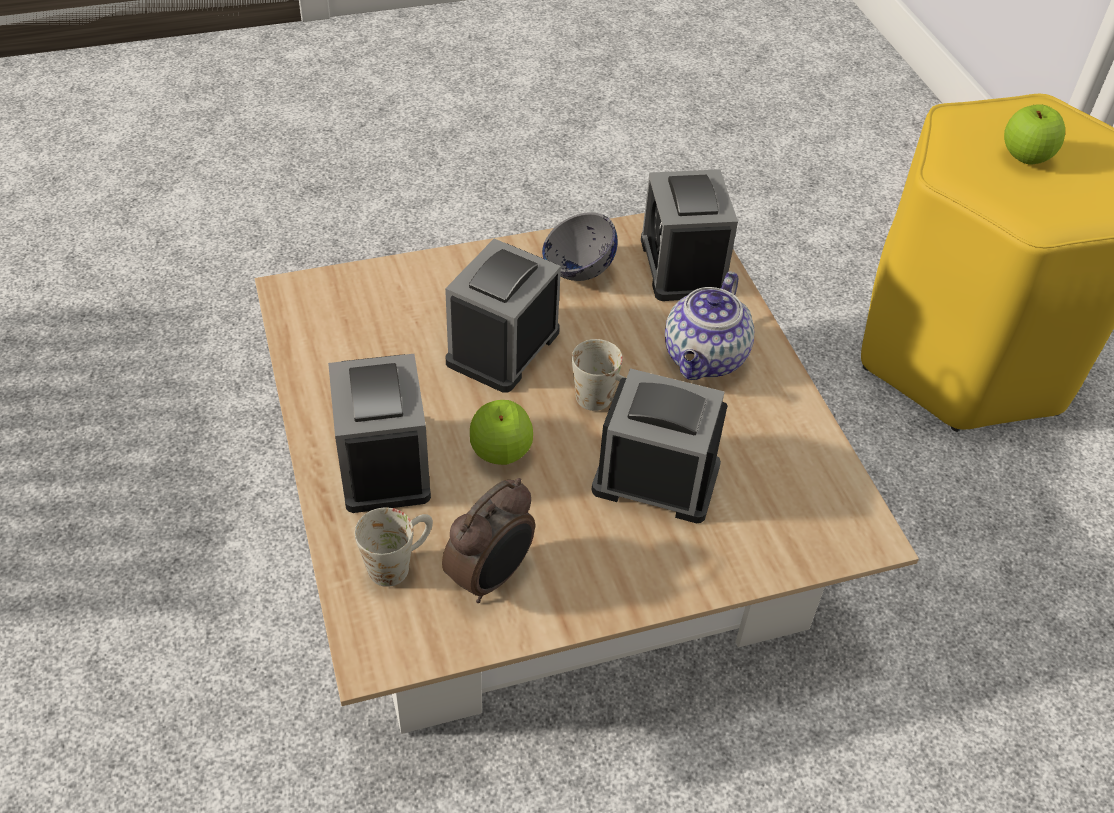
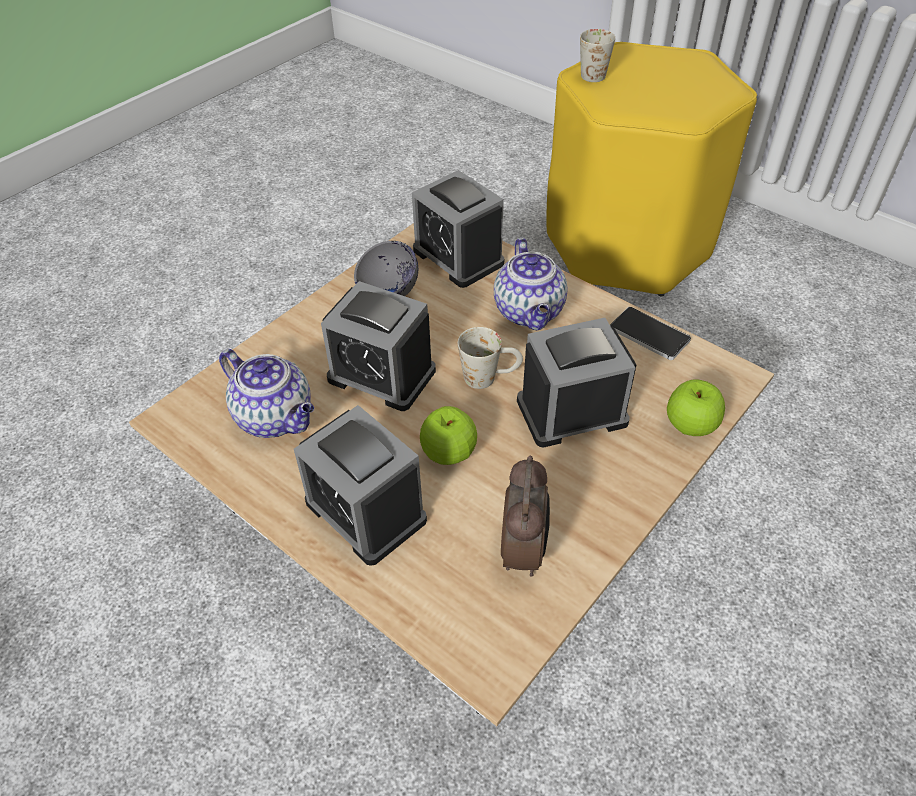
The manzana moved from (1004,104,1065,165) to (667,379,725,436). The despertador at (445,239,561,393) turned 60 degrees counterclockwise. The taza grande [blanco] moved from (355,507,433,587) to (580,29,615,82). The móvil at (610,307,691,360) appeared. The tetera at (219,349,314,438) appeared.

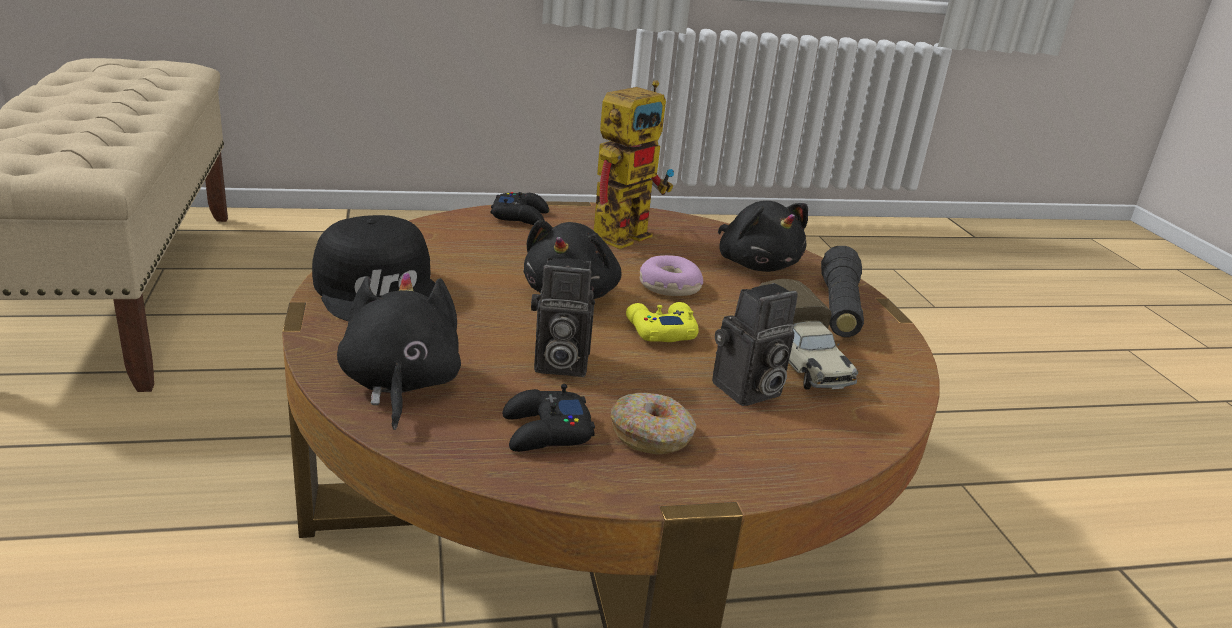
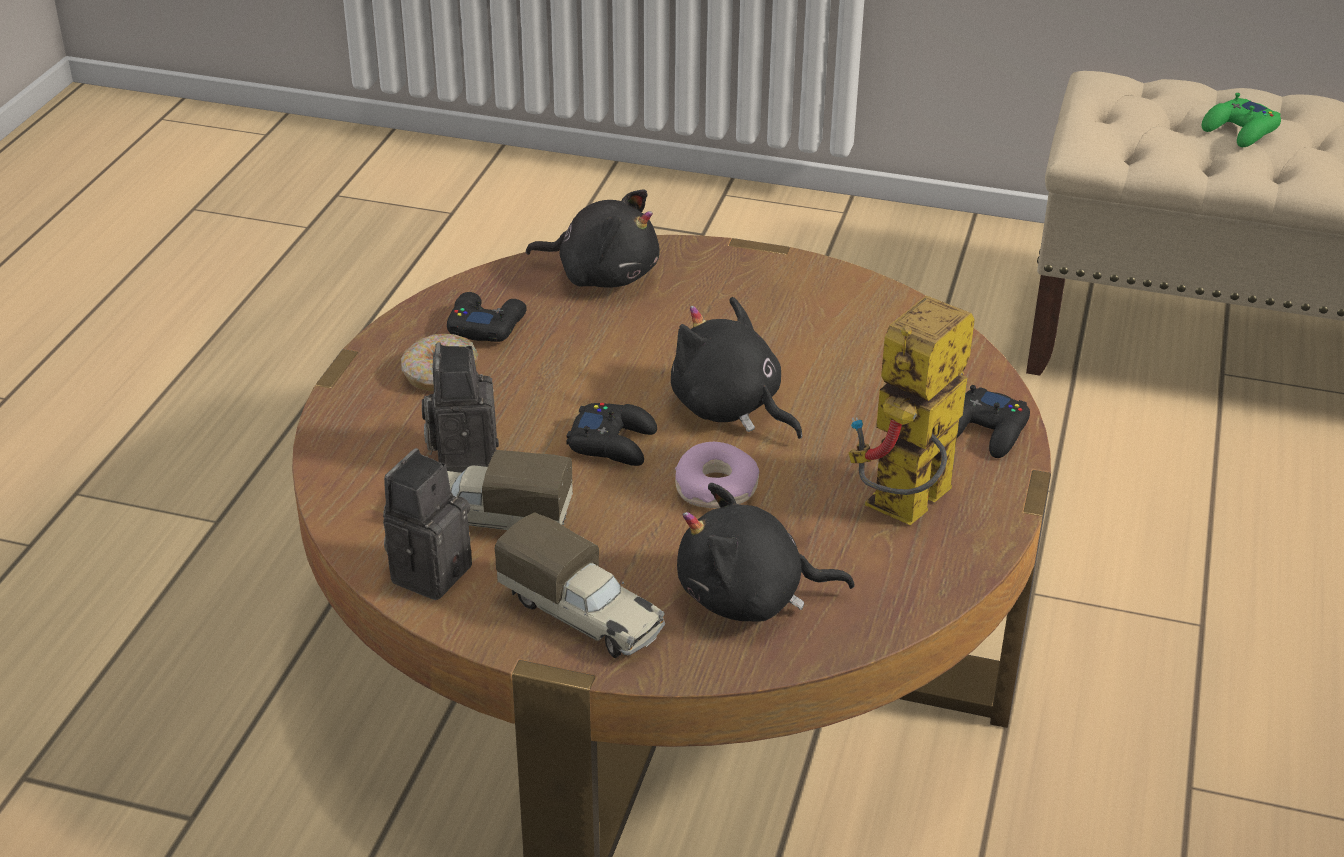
The robot de juguete at (594,80,674,249) turned 60 degrees clockwise. The gorra [negro] at (312,215,435,321) disappeared. The linterna [negro] at (821,246,864,337) was replaced by the camión de juguete at (495,512,665,658). The cámara moved from (531,258,595,377) to (383,448,472,600). The mando de consola [amarillo] at (626,302,699,342) became the mando de consola [negro] at (566,403,657,466). The mando de consola [verde] at (1201,93,1281,147) appeared.

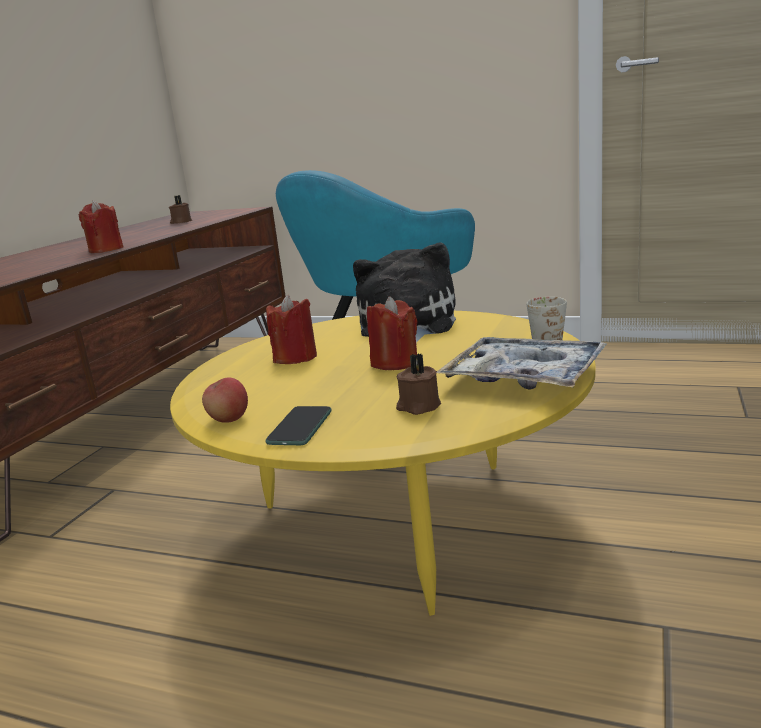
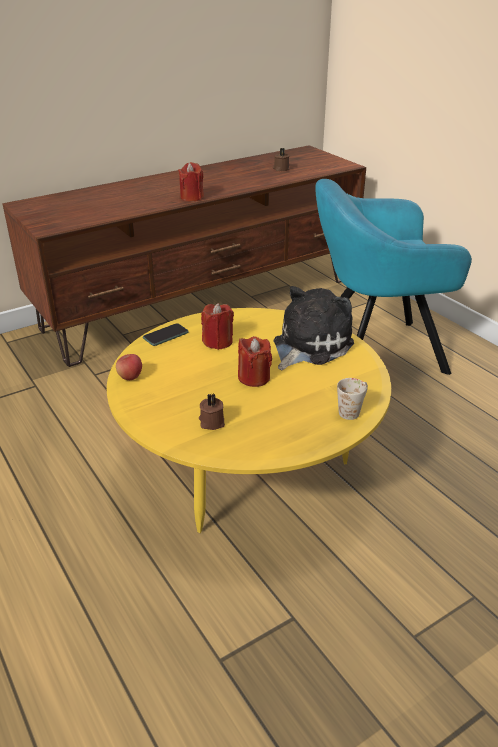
The bandeja at (437,337,607,390) disappeared. The móvil moved from (266,406,331,445) to (143,323,189,346).

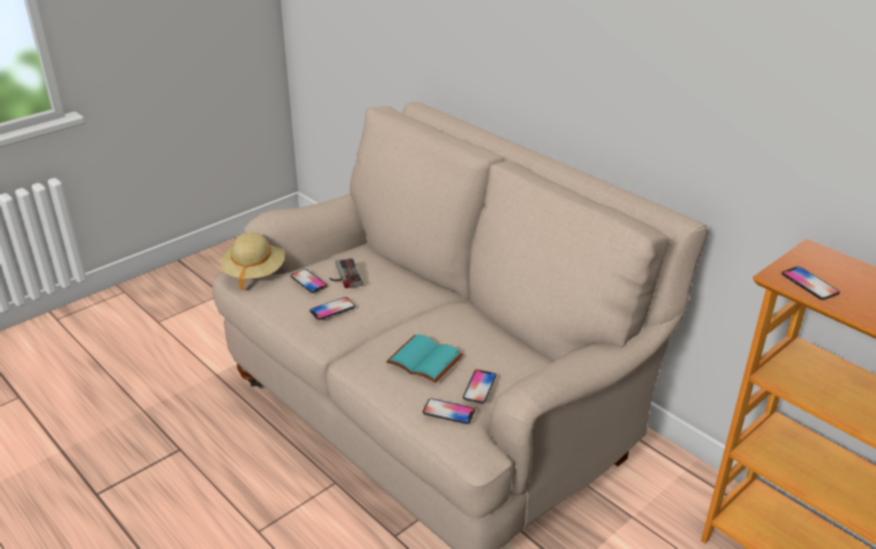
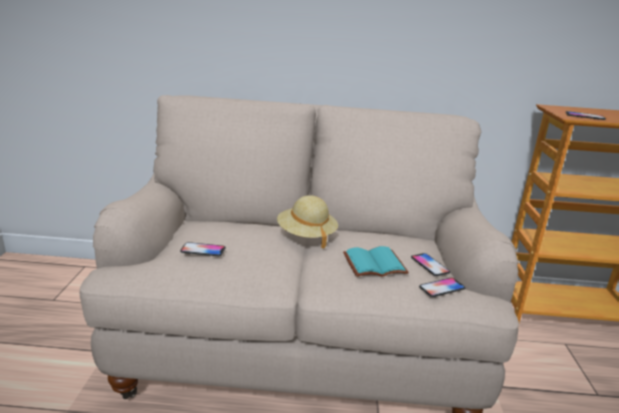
The sombrero [beis] moved from (220,232,285,291) to (277,195,338,249). The mando de consola at (329,258,363,288) disappeared. The móvil at (310,297,355,320) disappeared.

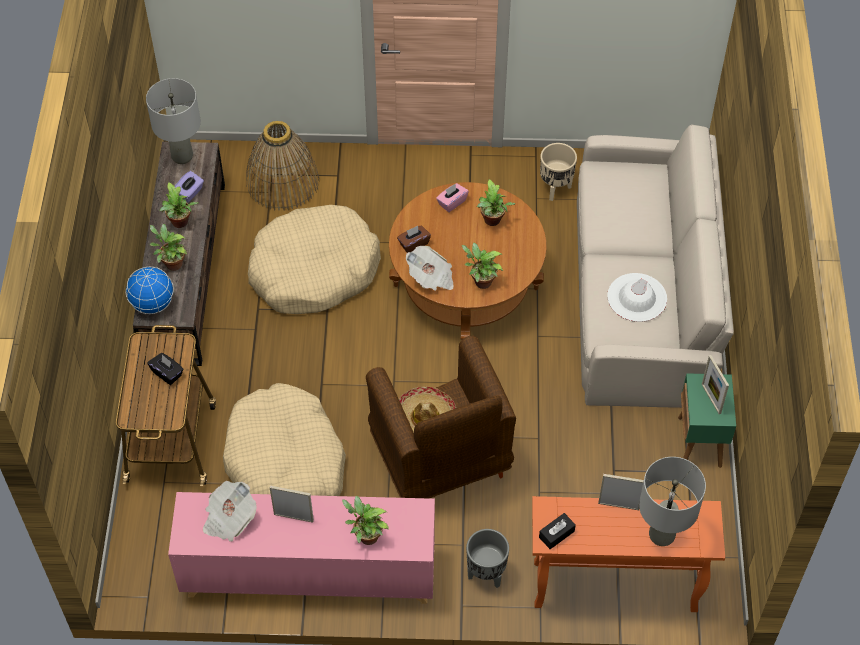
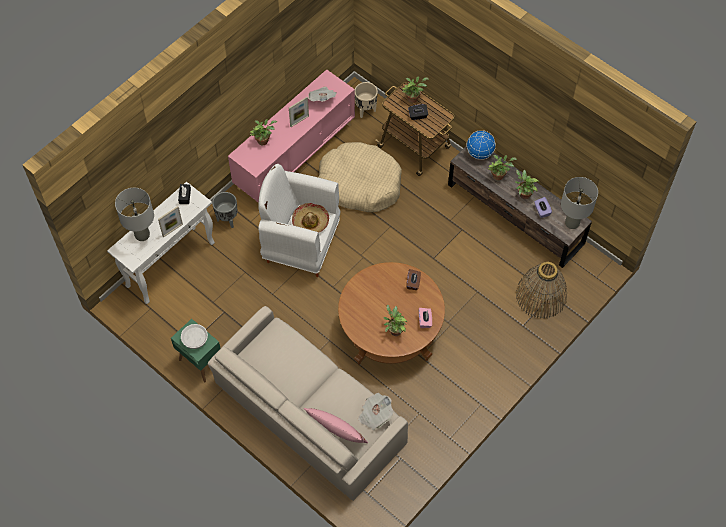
The maceta [beis] moved from (540,143,577,201) to (355,82,378,118). The cama para perro [beis] at (248,205,381,314) disappeared. The planta en maceta moved from (462,243,503,289) to (402,77,429,103). The periódico moved from (406,246,453,291) to (358,393,393,430). The sombrero [blanco] at (607,273,667,322) disappeared. The sillón [marrón] at (366,336,516,498) became the sillón [blanco] at (258,164,340,277). The portarretratos at (702,355,729,414) was replaced by the cuenco [blanco] at (181,324,208,349). The mesa consola [naranja] at (532,496,725,612) became the mesa consola [blanco] at (107,182,215,304). The cojín [rosa] at (304,408,368,443) appeared.

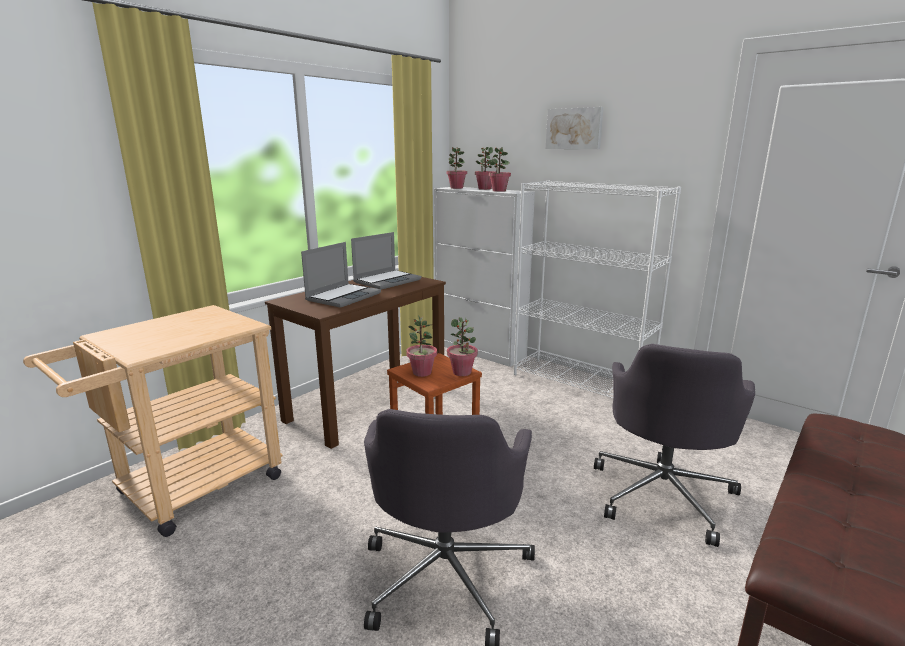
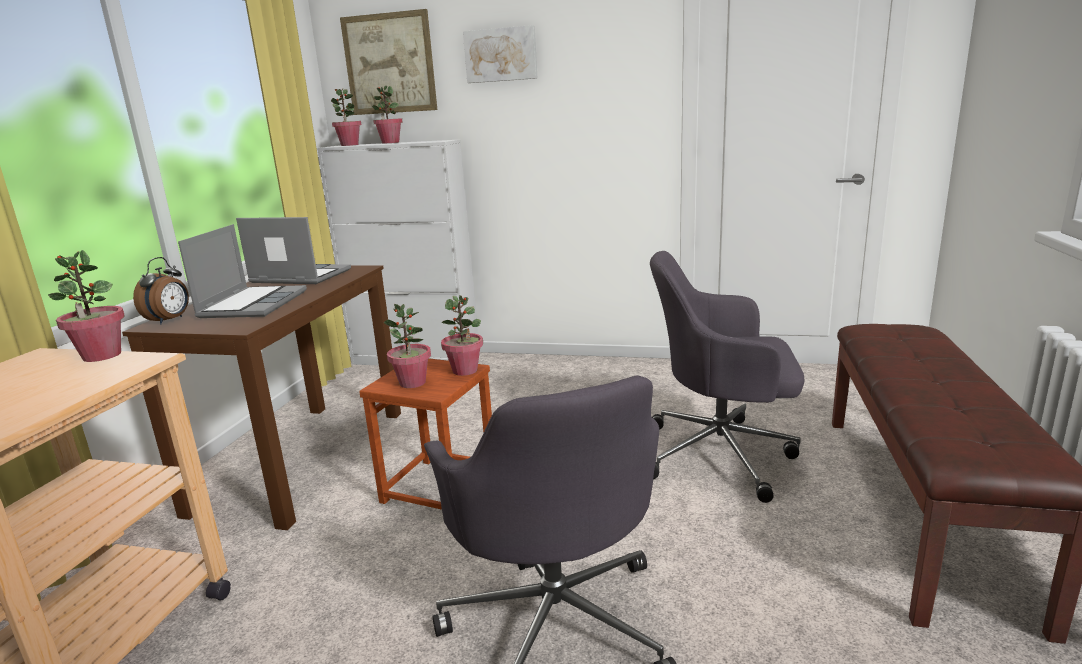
The planta en maceta moved from (489,147,511,192) to (48,250,125,362). The estantería [blanco] at (514,181,681,398) disappeared. The portátil at (351,232,421,290) turned 90 degrees counterclockwise. The silla de oficina [gris] at (594,344,755,547) turned 105 degrees clockwise. The cuadro at (340,9,437,115) appeared. The despertador at (133,257,189,324) appeared.

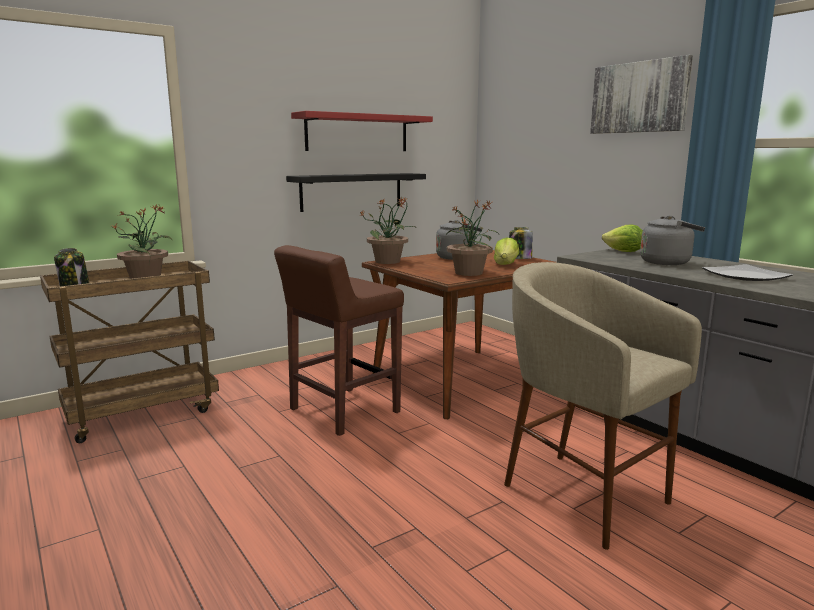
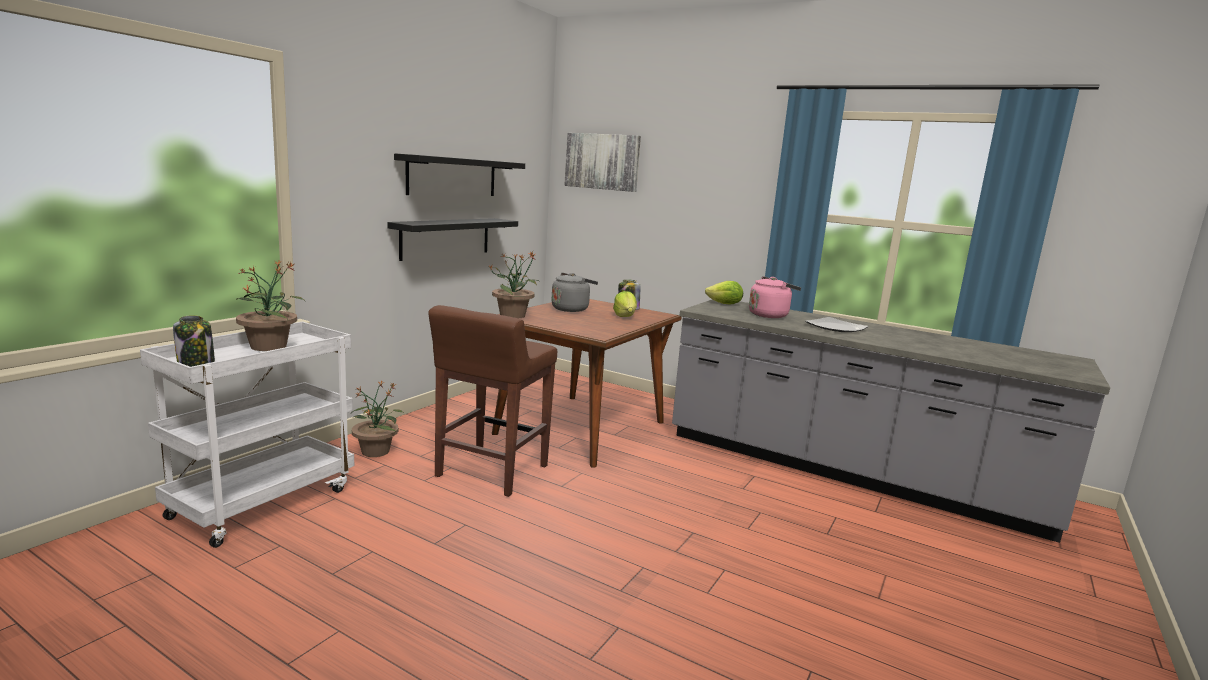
The cuadro moved from (590,55,693,134) to (564,133,641,192). The estante [rojo] at (291,111,433,151) became the estante [negro] at (394,153,525,196). The planta en maceta moved from (447,200,499,276) to (351,380,404,457). The hervidor [gris] at (640,216,705,265) became the hervidor [rosa] at (749,276,801,318). The carrito [marrón] at (40,261,219,443) became the carrito [blanco] at (140,322,354,548). The taburete [beis] at (504,262,702,550) disappeared.

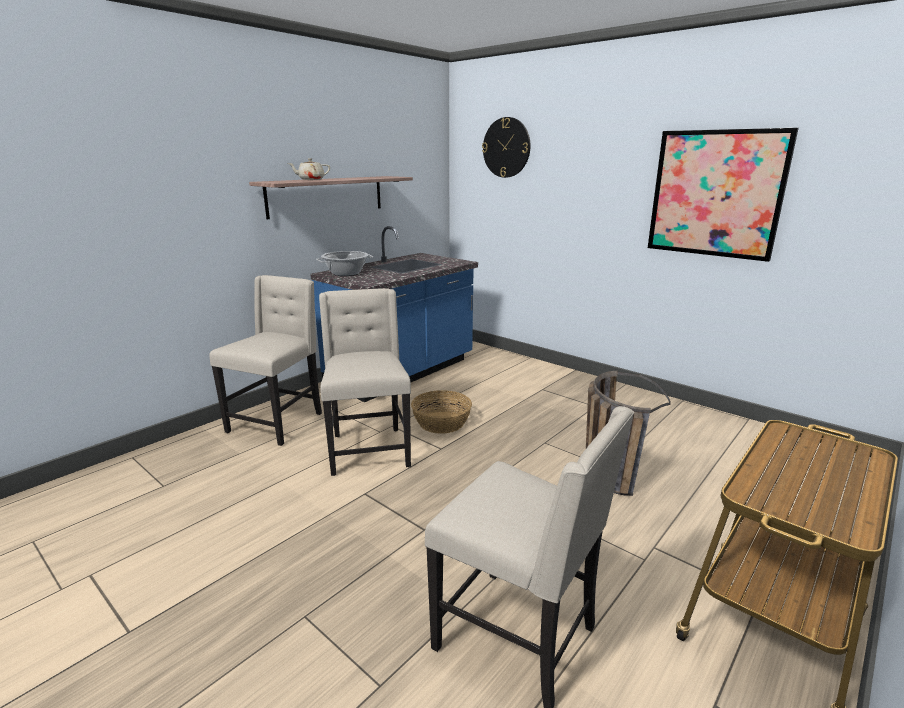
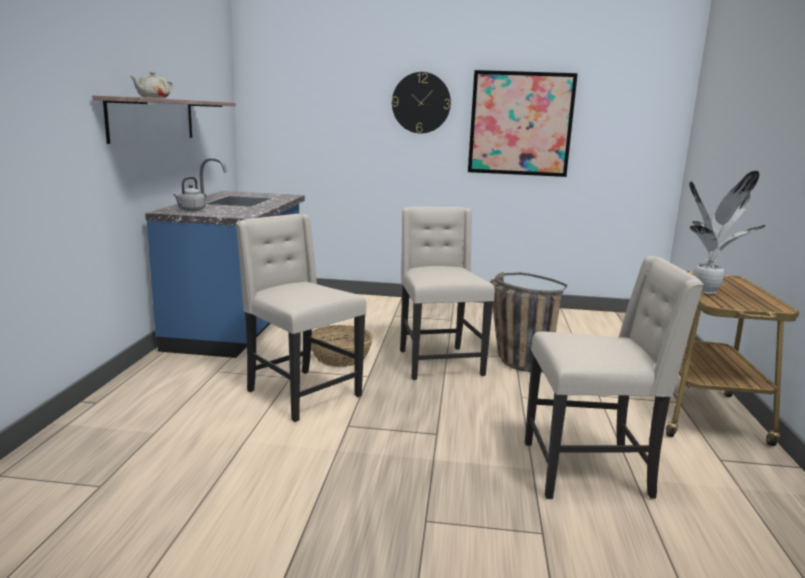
The reloj de pared moved from (482,117,531,178) to (392,72,451,133). The olla at (316,251,373,276) was replaced by the hervidor [gris] at (173,177,206,211). The silla [beis] moved from (209,275,322,446) to (400,207,495,380). The planta en maceta at (689,171,766,294) appeared.

